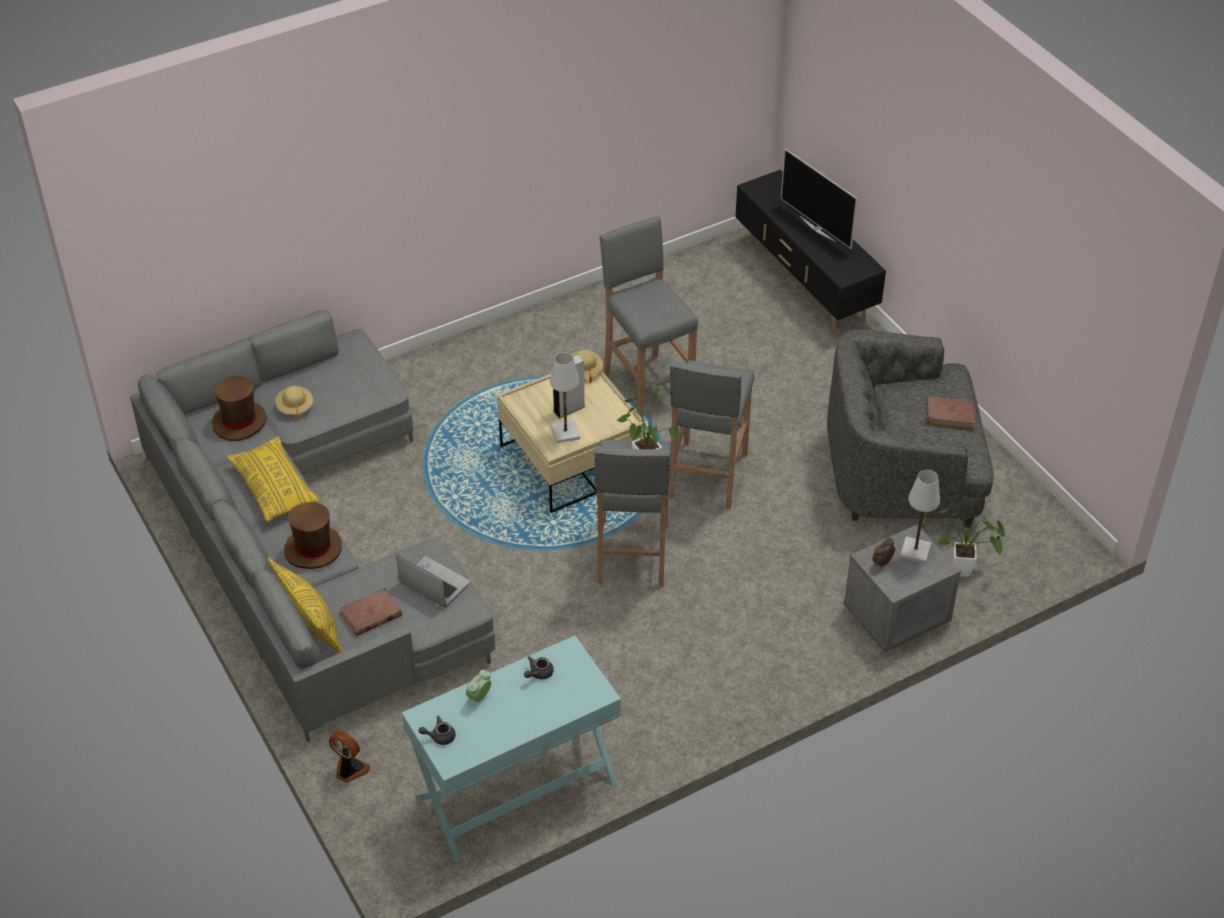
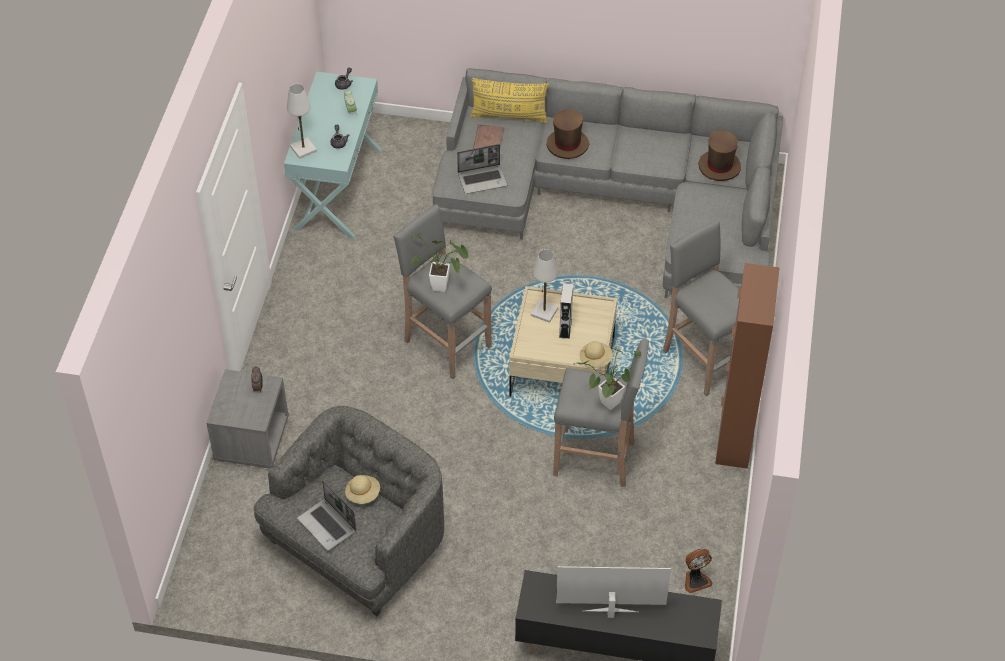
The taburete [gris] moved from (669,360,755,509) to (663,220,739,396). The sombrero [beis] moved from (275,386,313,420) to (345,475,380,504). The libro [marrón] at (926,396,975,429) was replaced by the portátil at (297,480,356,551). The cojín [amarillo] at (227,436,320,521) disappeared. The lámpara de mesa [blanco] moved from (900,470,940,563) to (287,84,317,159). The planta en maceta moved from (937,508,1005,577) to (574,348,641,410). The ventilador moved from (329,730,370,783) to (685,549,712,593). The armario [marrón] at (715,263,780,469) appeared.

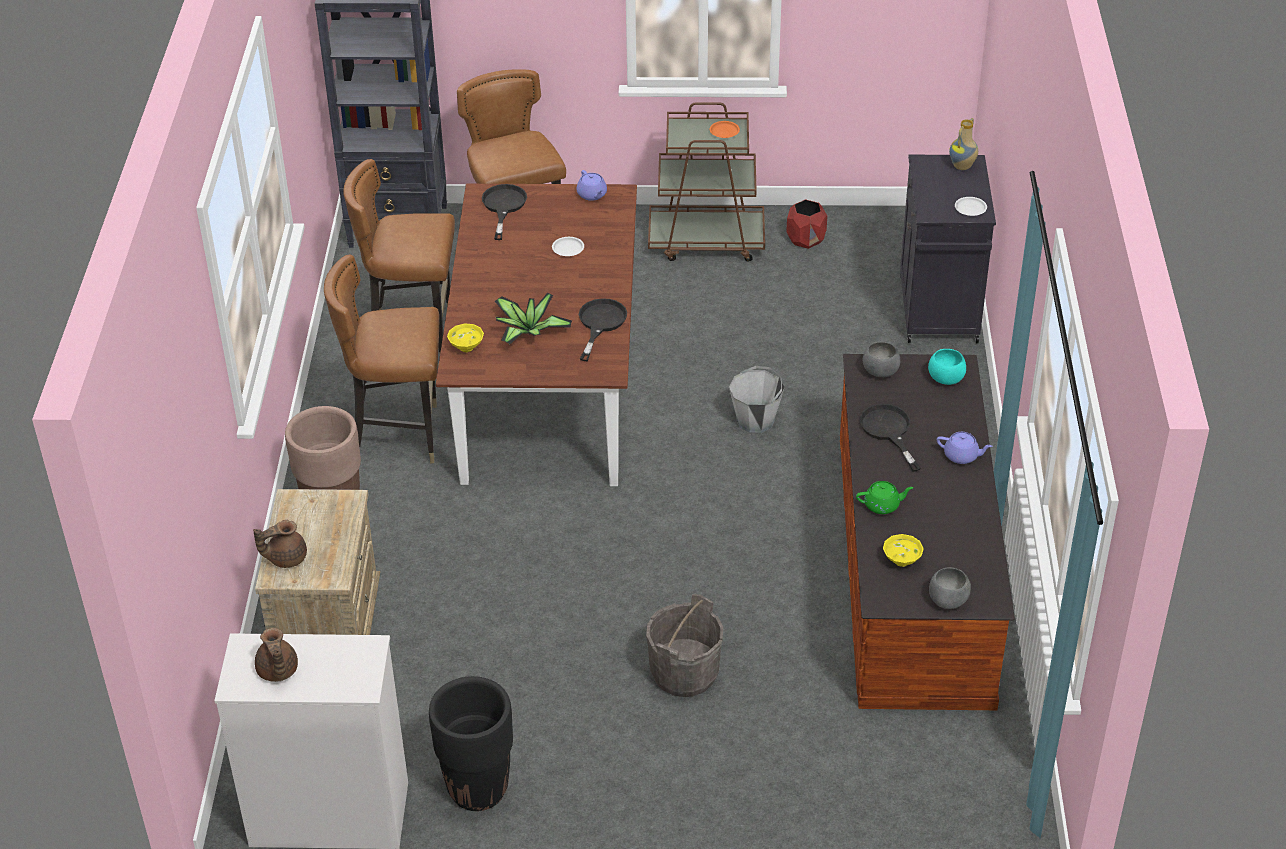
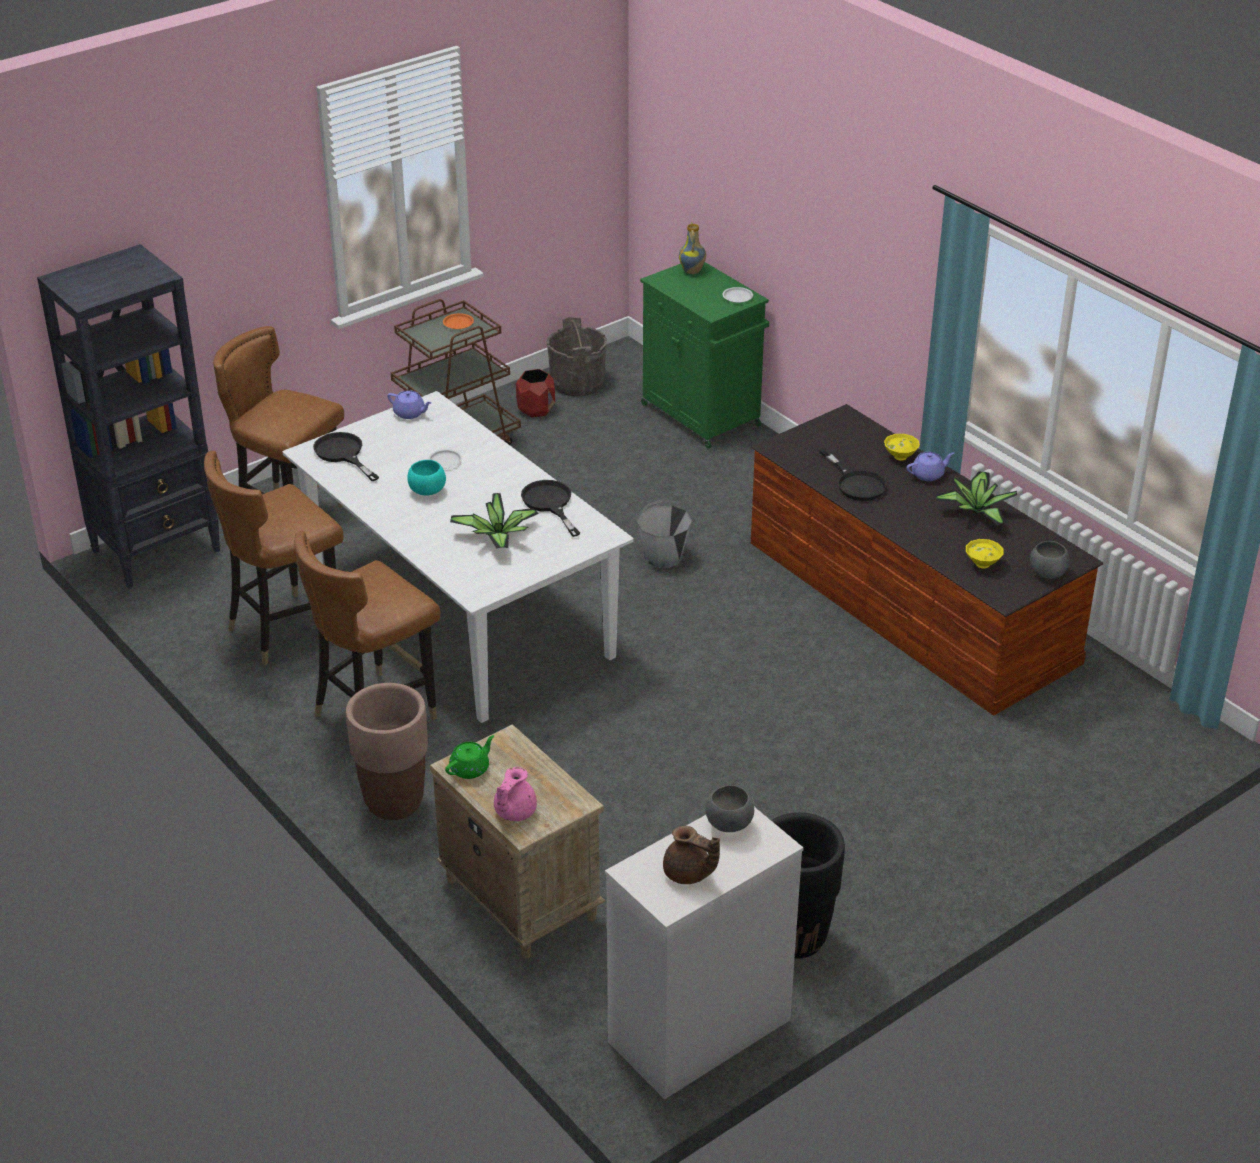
The armario [negro] at (900,155,996,343) became the armario [verde] at (640,262,769,449). The mesa de comedor [marrón] at (436,184,637,486) became the mesa de comedor [blanco] at (282,391,634,723). The cuenco [amarillo] moved from (447,323,484,352) to (884,434,920,461). The cuenco [gris] moved from (863,342,900,377) to (706,785,754,832). The cuenco [turquesa] moved from (928,349,966,385) to (407,460,446,495). The sartén [negro] at (860,404,921,472) turned 150 degrees counterclockwise. The tetera [verde] moved from (856,481,913,514) to (445,735,494,779). The tetera [marrón] at (253,520,307,568) became the tetera [rosa] at (494,767,537,821). The cubo [gris] moved from (646,594,723,697) to (547,317,607,397). The planta en maceta at (936,472,1017,525) appeared.

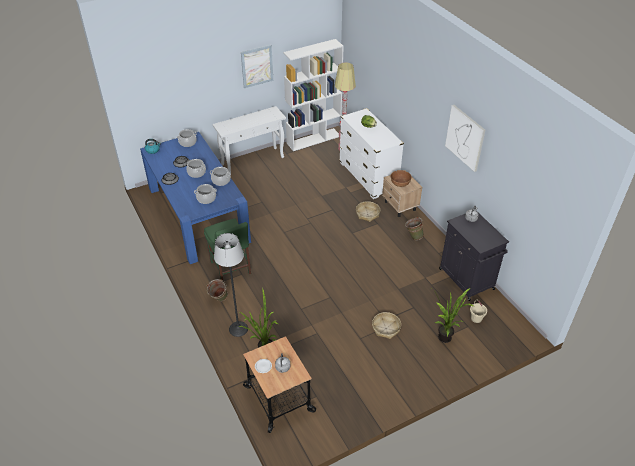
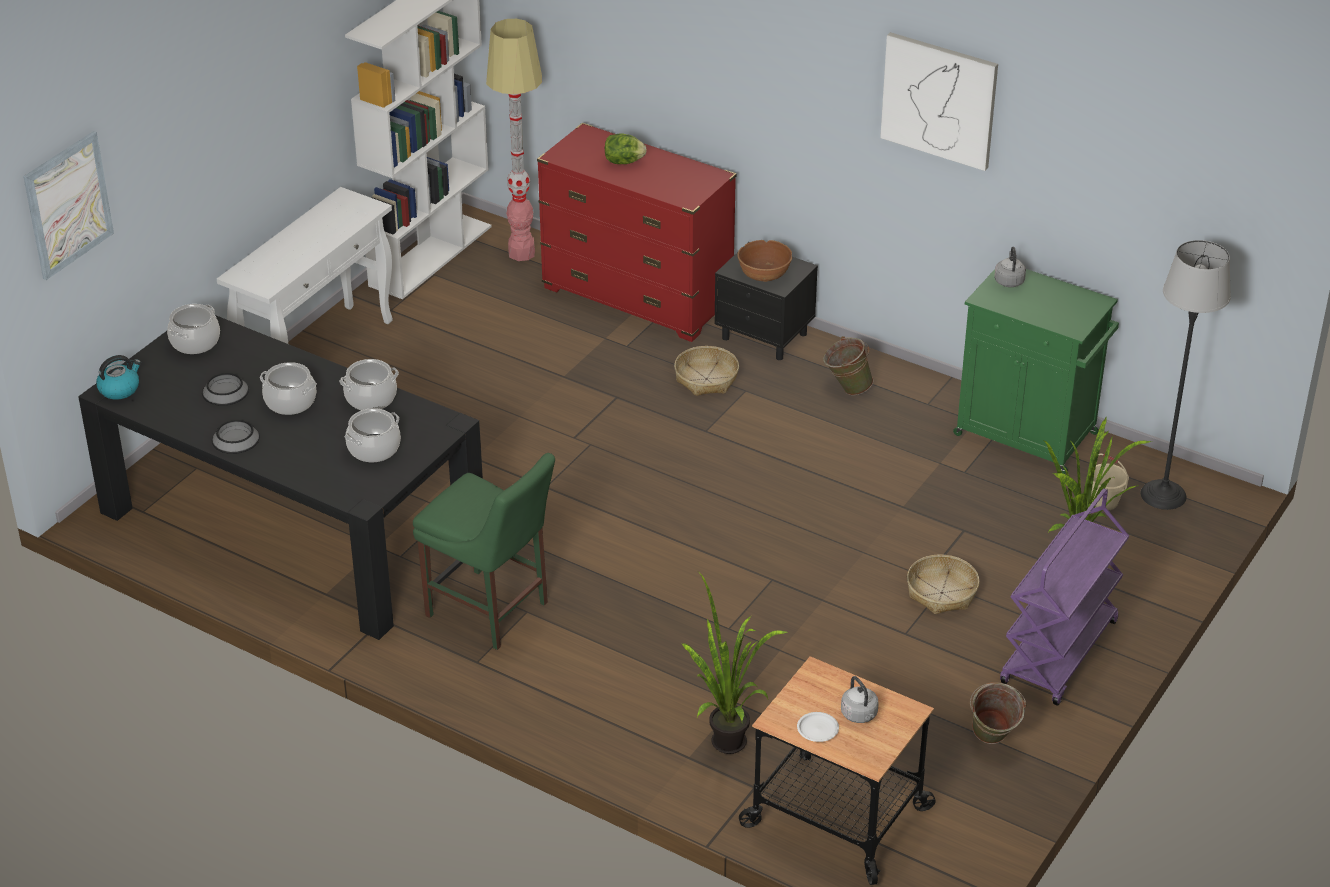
The cuadro moved from (241,45,273,88) to (23,131,114,280). The cómoda [blanco] at (339,108,404,199) became the cómoda [rojo] at (537,123,737,342). The mesa de comedor [azul] at (140,132,251,264) became the mesa de comedor [negro] at (78,315,483,640). The mesita de noche [beis] at (382,170,422,217) became the mesita de noche [negro] at (714,242,818,360). The armario [negro] at (439,213,509,301) became the armario [verde] at (953,269,1119,474). The lámpara de pie moved from (214,233,248,337) to (1141,240,1231,510). The cubo [verde] moved from (207,279,228,301) to (970,682,1027,744). The carrito [morado] at (1000,488,1129,706) appeared.

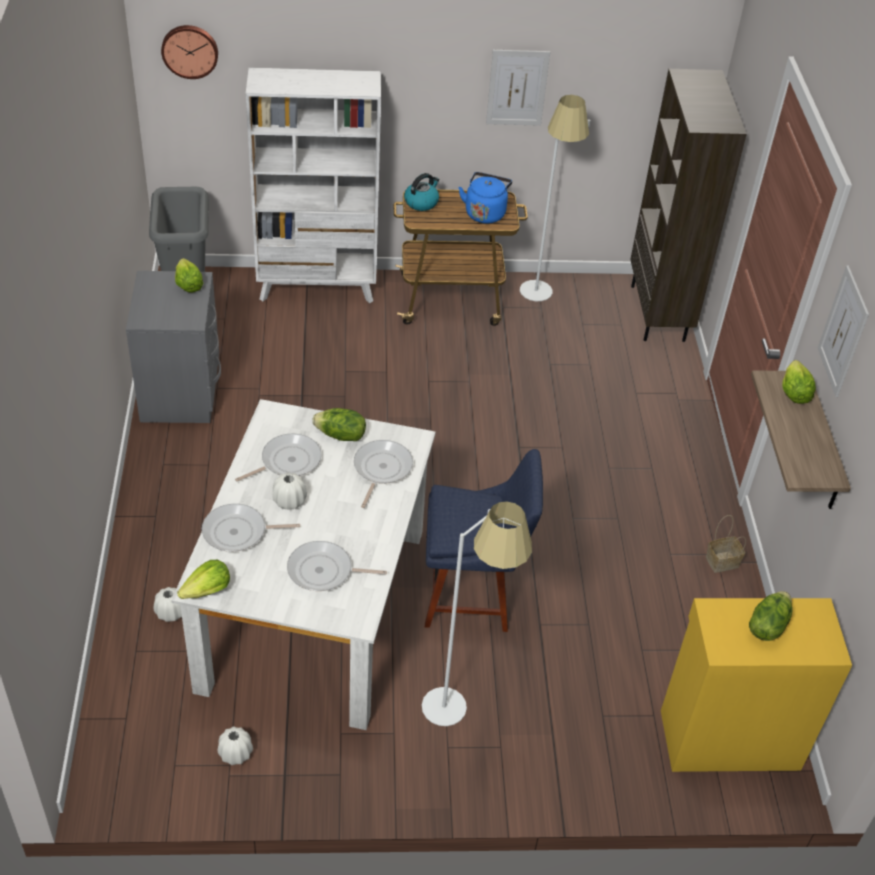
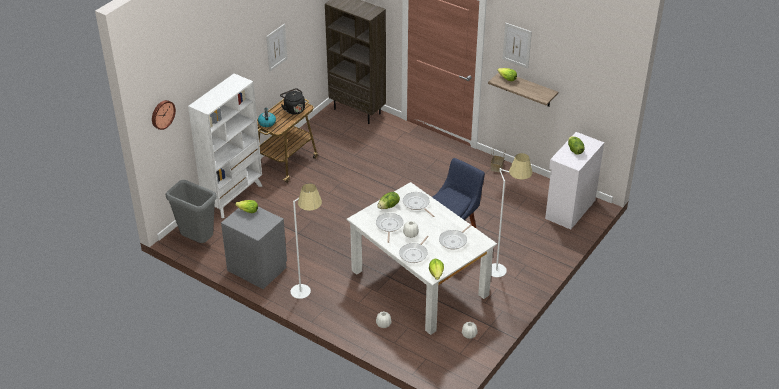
The lámpara de pie [blanco] moved from (520,95,591,301) to (290,183,322,299). The hervidor [azul] at (459,172,512,223) became the hervidor [negro] at (280,88,305,115). The armario [amarillo] at (661,598,852,772) became the armario [blanco] at (545,132,604,230).

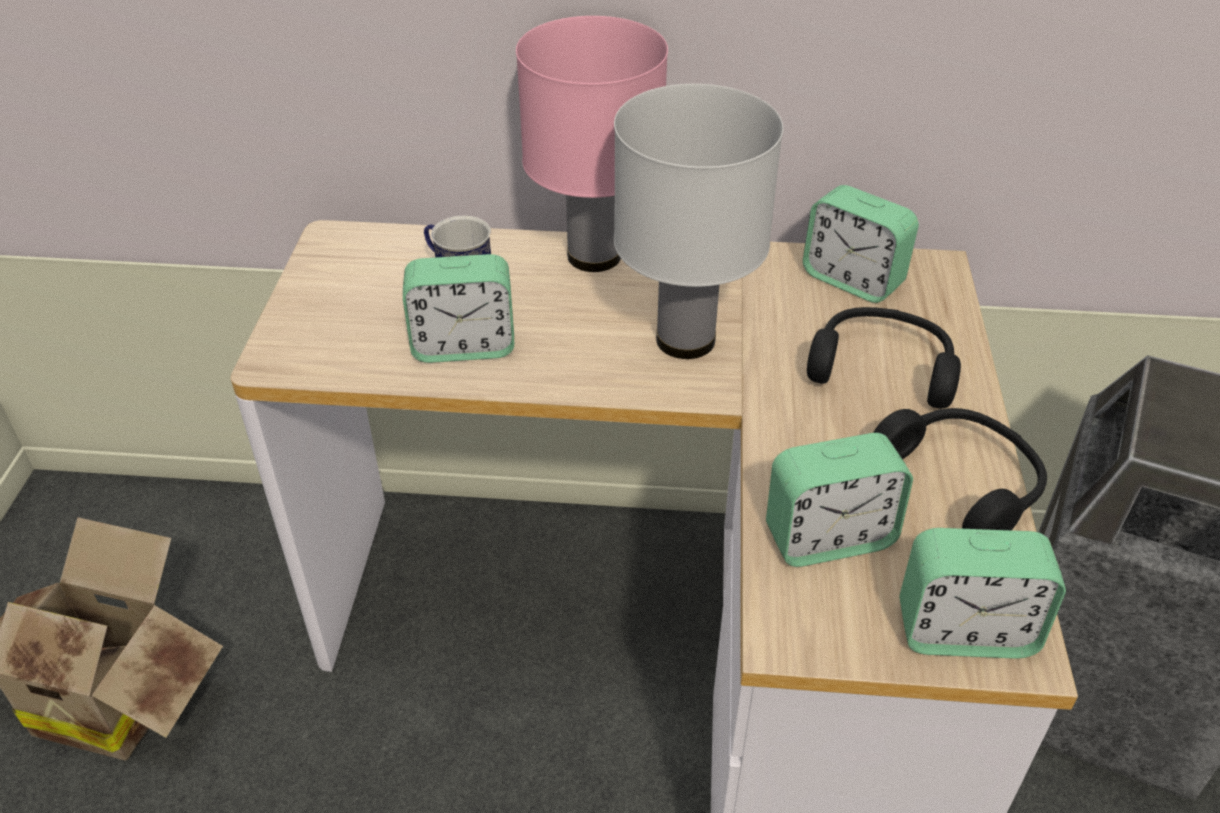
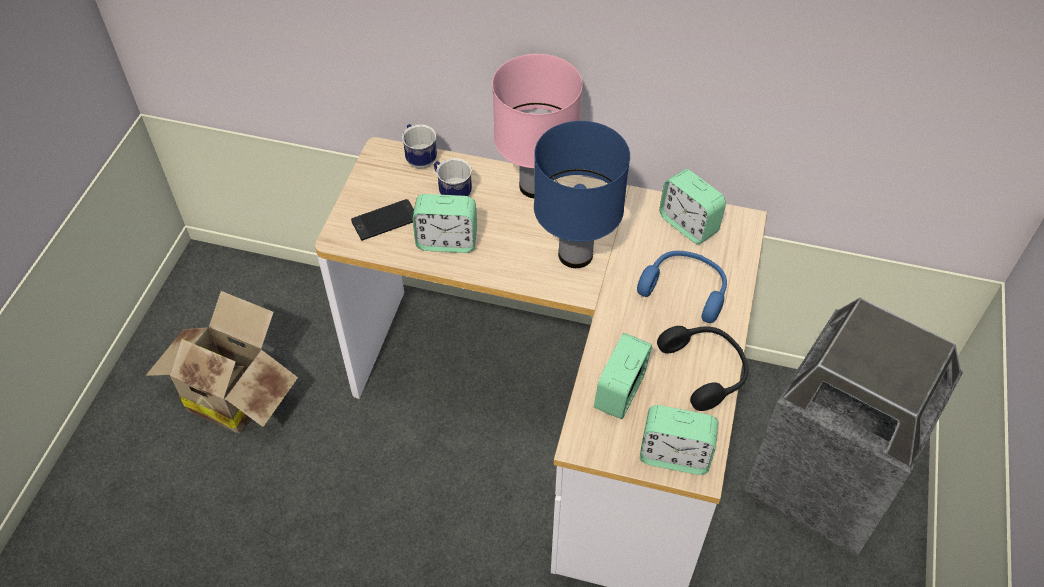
The lámpara de mesa [blanco] at (614,84,783,359) became the lámpara de mesa [azul] at (534,121,630,268). The auriculares [negro] at (807,307,961,409) became the auriculares [azul] at (637,251,727,323). The despertador at (766,433,913,567) turned 120 degrees clockwise. The taza grande at (402,124,437,169) appeared. The móvil at (351,199,414,241) appeared.

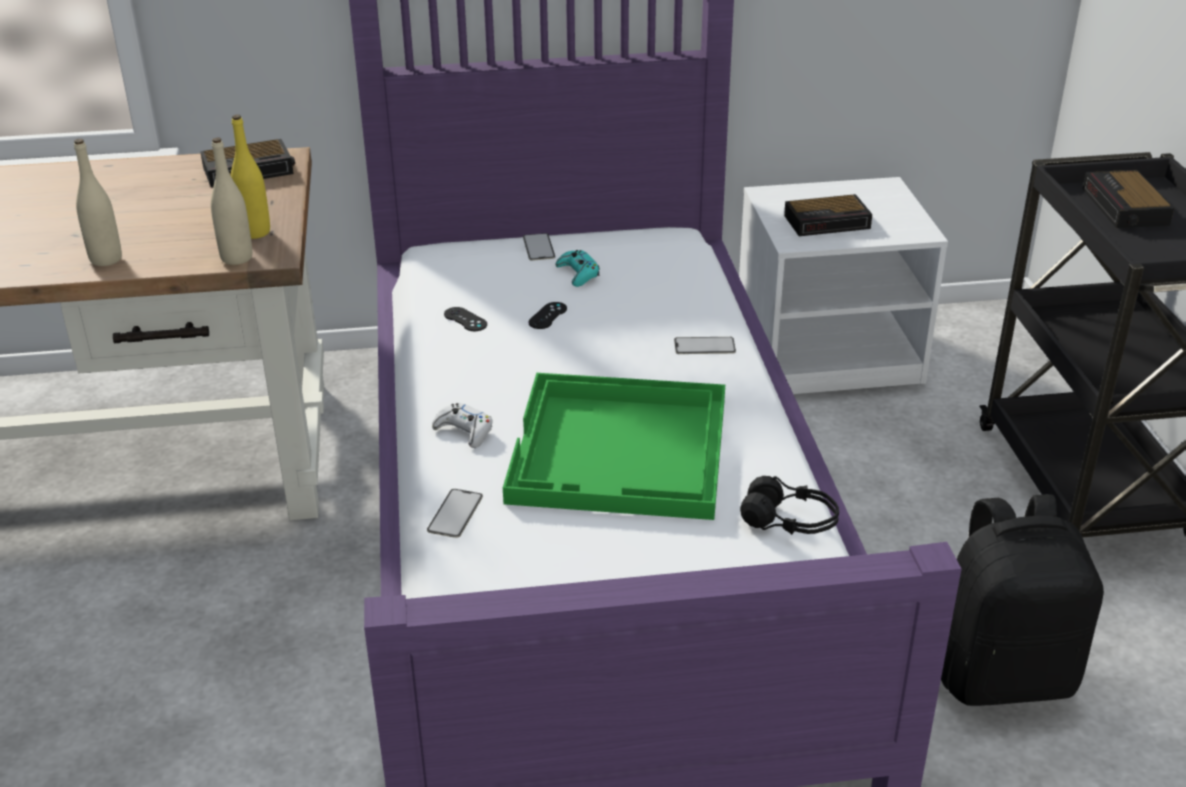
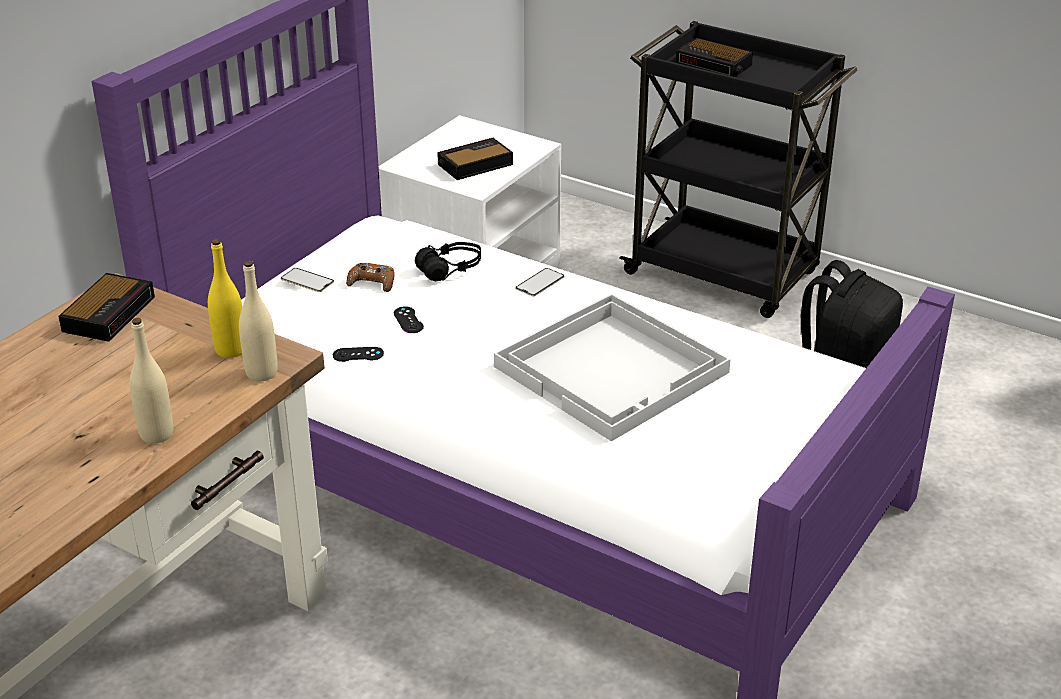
The despertador at (784,194,872,236) turned 150 degrees counterclockwise. The mando de consola [turquesa] at (556,250,600,287) became the mando de consola [marrón] at (346,263,395,292). The bandeja [verde] at (503,373,725,520) became the bandeja [blanco] at (494,294,731,441). The mando de consola [blanco] at (432,403,493,448) disappeared. The auriculares [negro] moved from (740,476,839,535) to (415,242,481,281). The móvil at (427,489,483,538) disappeared.

